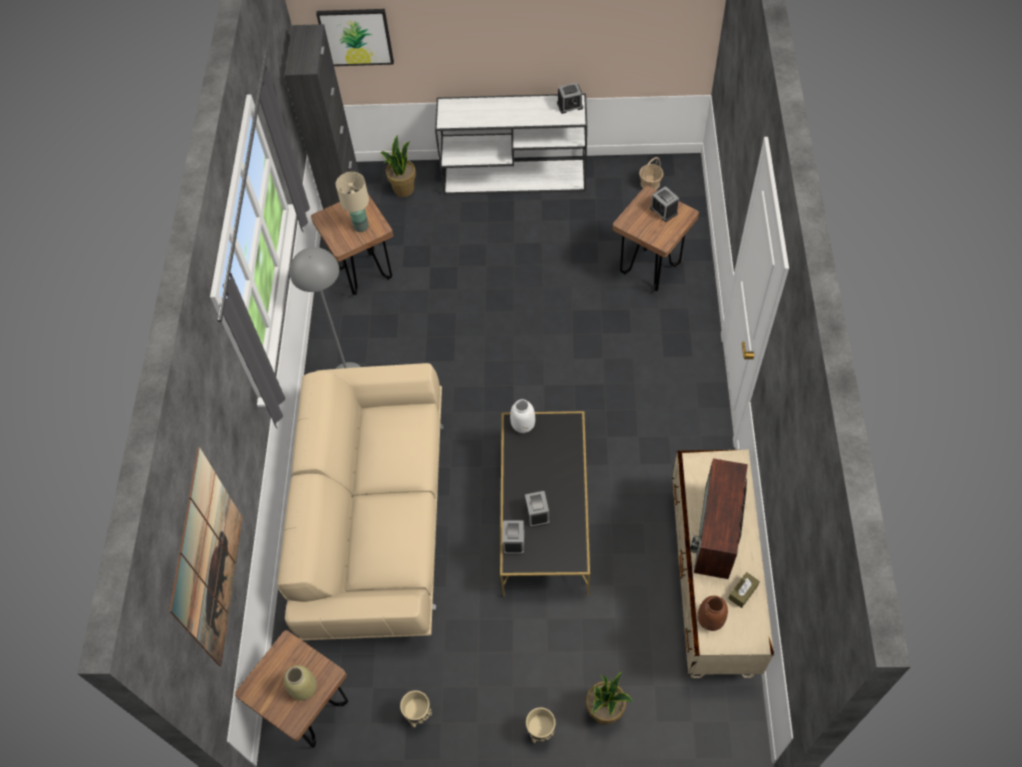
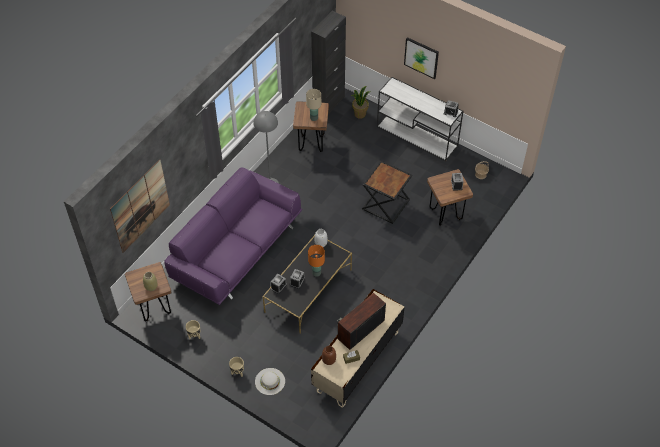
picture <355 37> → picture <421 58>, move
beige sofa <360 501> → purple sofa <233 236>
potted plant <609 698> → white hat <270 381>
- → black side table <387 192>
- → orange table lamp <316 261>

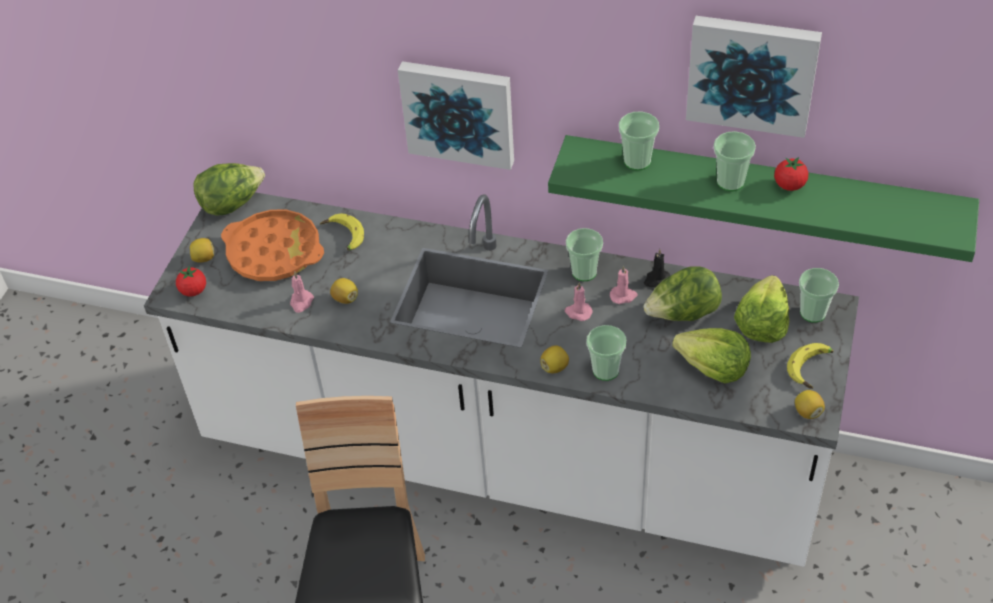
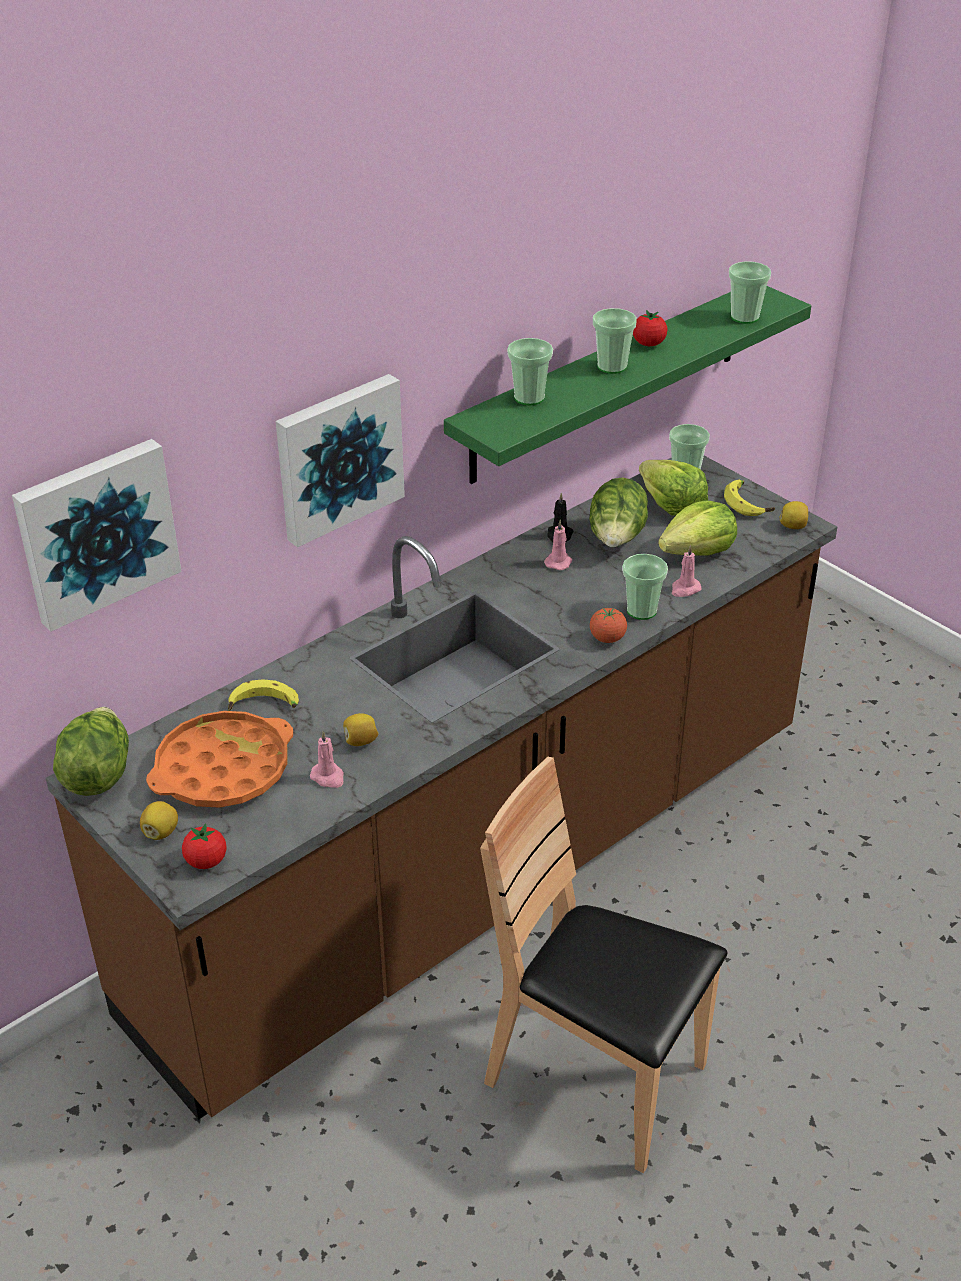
picture <754 77> → picture <97 535>, move
white counter <501 379> → brown counter <441 788>
cup <584 254> → cup <750 292>, move
pink candle <579 301> → pink candle <687 571>, move
lemon <554 359> → tomato <608 625>

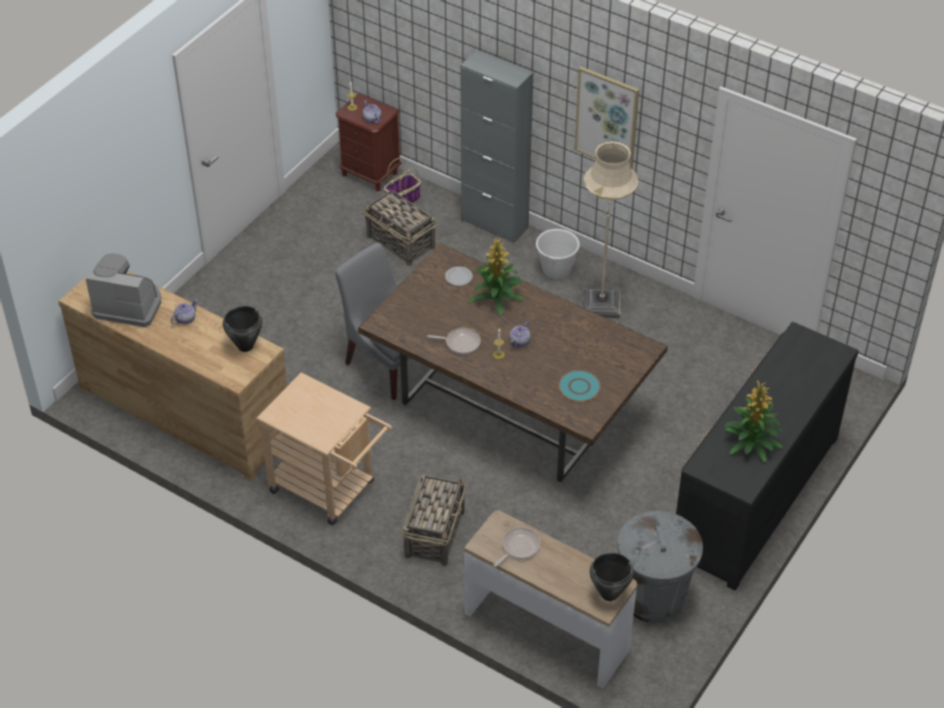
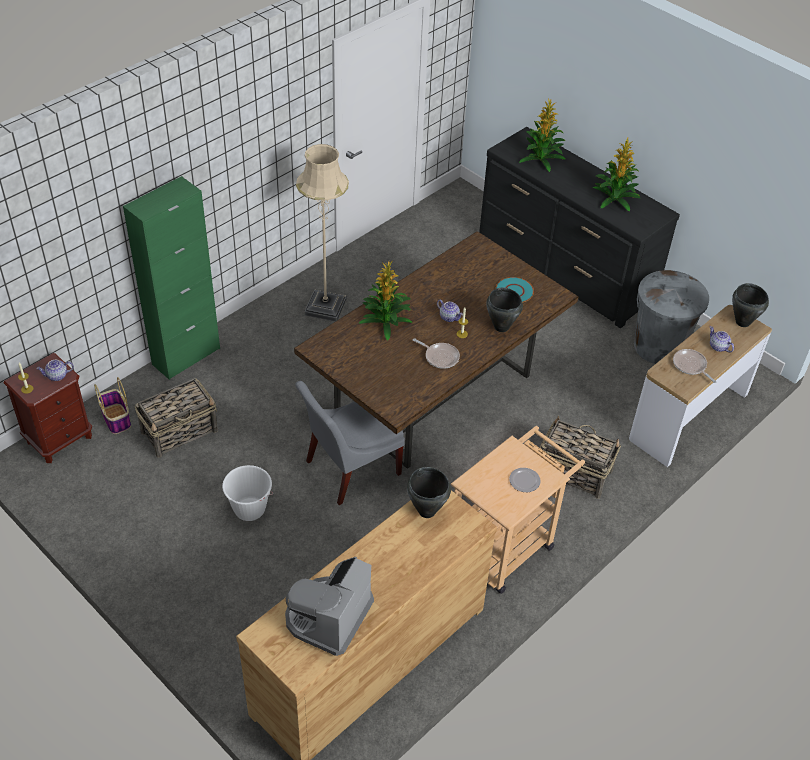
grey cabinet <496 147> → green cabinet <171 278>
picture <606 118> → -
white bucket <558 254> → white bucket <247 493>, move
plate <459 276> → plate <525 480>, move
teapot <184 311> → teapot <722 339>, move
frying pan <454 341> → frying pan <436 353>, 105 degrees clockwise
- → potted plant <542 135>
- → black cooking pot <504 310>

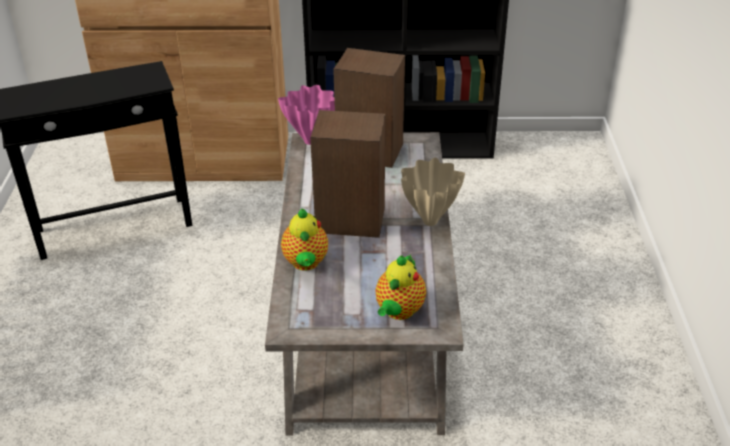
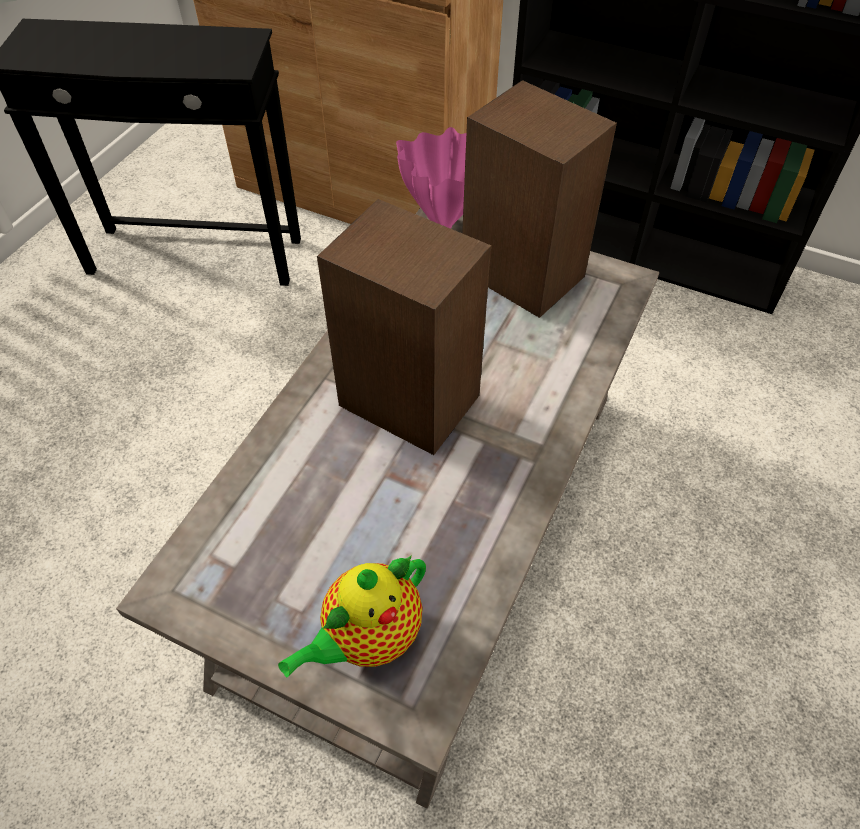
beige vase <433 192> → -
teapot <304 239> → -

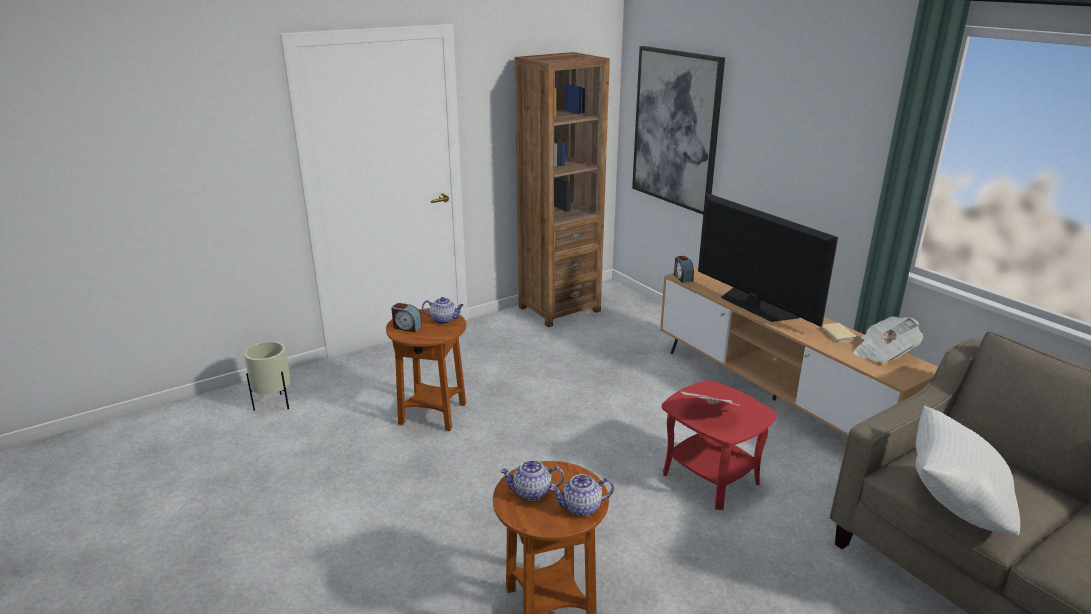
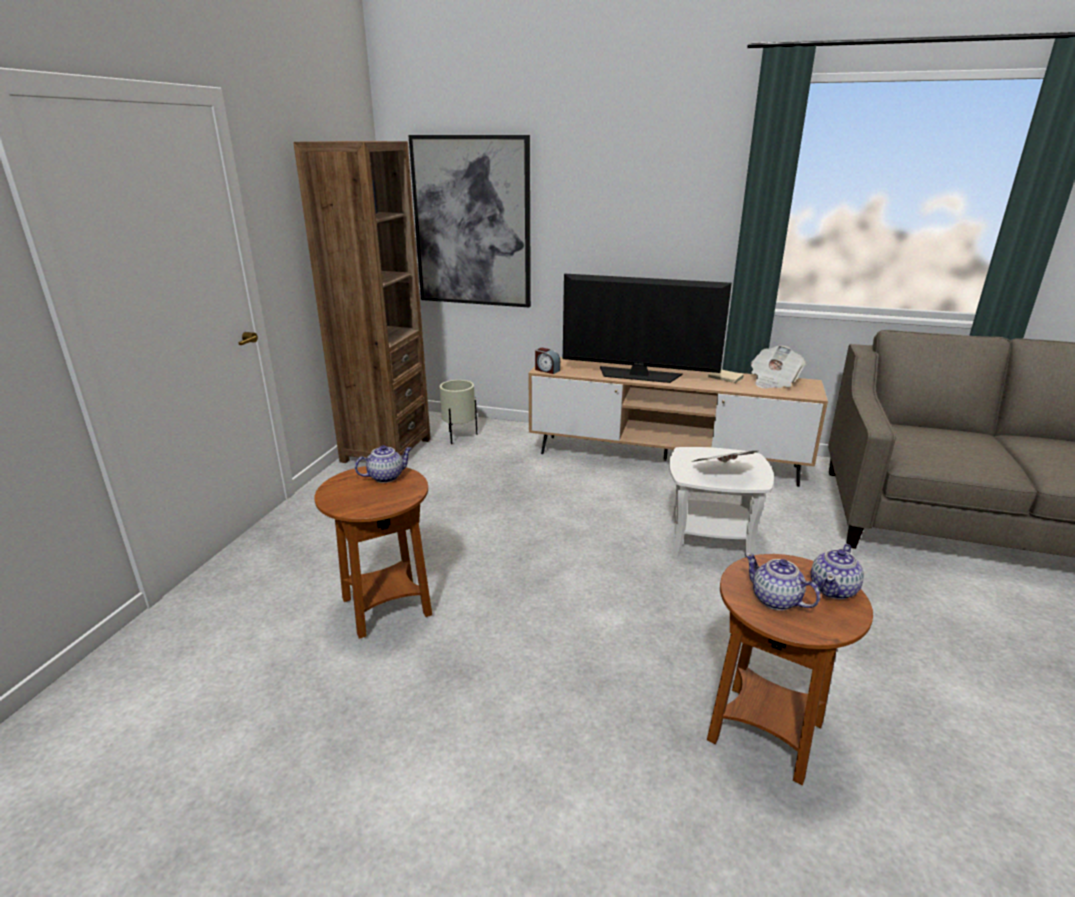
alarm clock <406 317> → -
beige planter <267 376> → beige planter <458 412>, move
red side table <719 445> → white side table <721 502>
white pillow <968 471> → -
teapot <531 480> → teapot <783 581>, 90 degrees clockwise

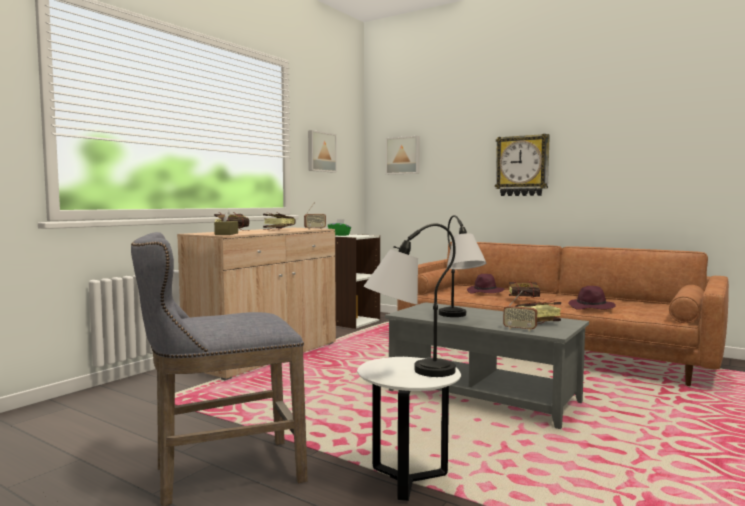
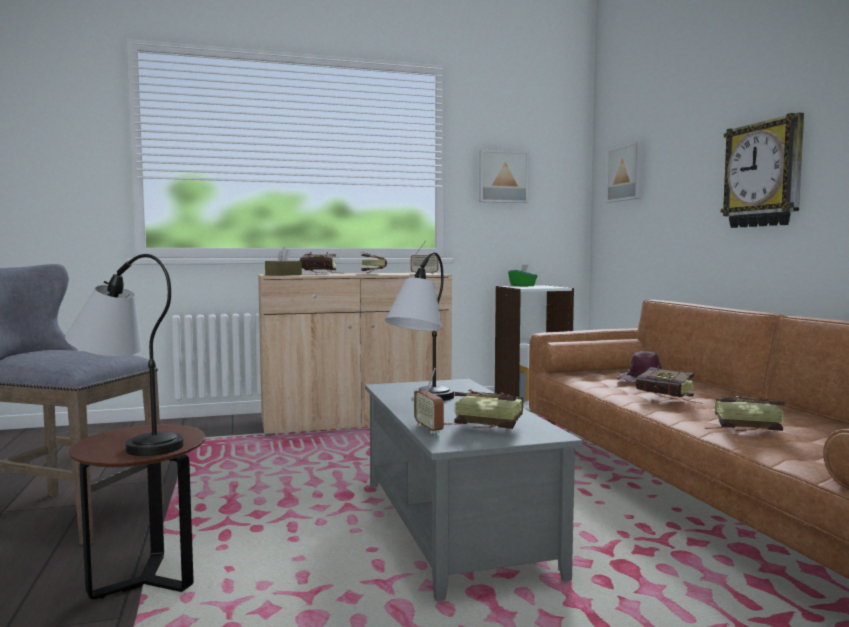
purple hat <592 298> → book <744 413>
white side table <409 429> → brown side table <137 511>

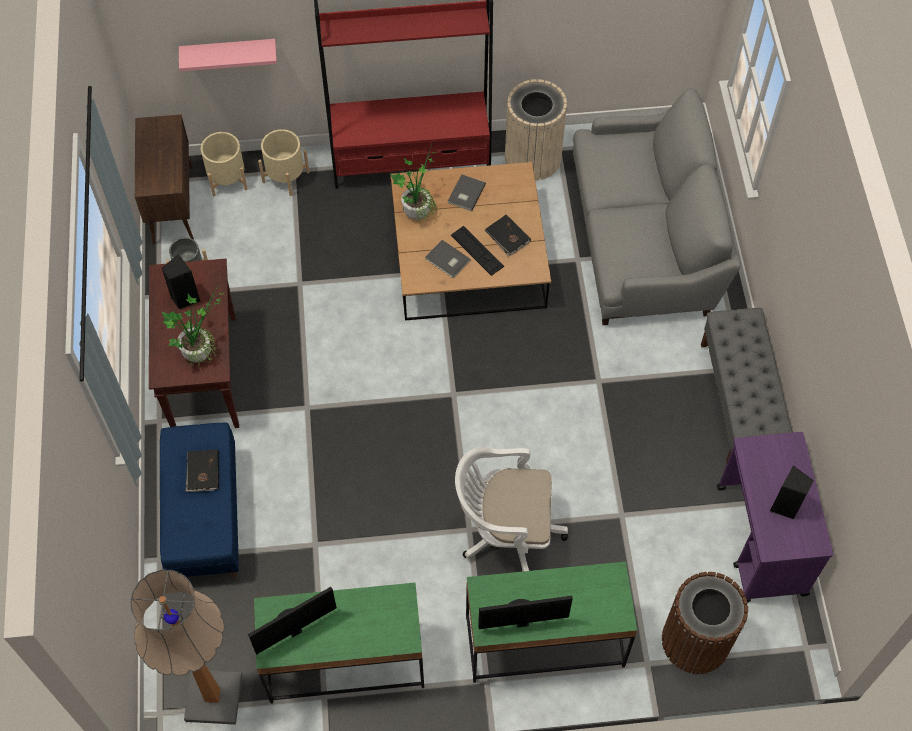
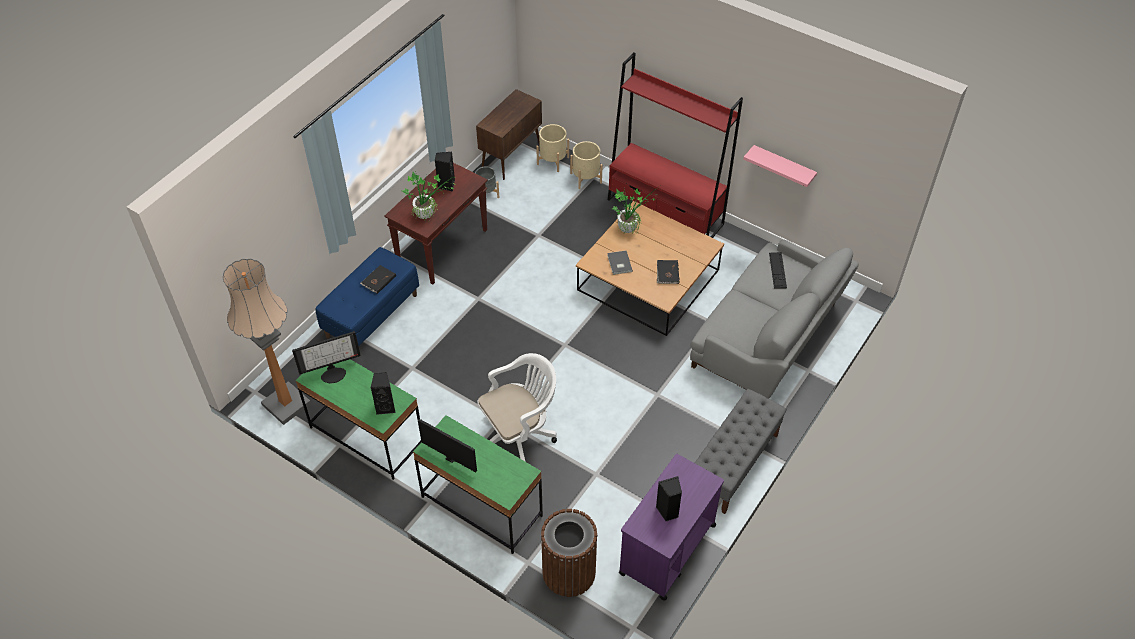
pink shelf <228 55> → pink shelf <780 166>, move
beige trash can <536 130> → -
grey book <467 192> → -
keyboard <477 251> → keyboard <778 270>, move
white office chair <511 509> → white office chair <517 407>, 105 degrees clockwise
monitor <292 620> → monitor <326 357>, 150 degrees clockwise
- → black speaker <383 393>

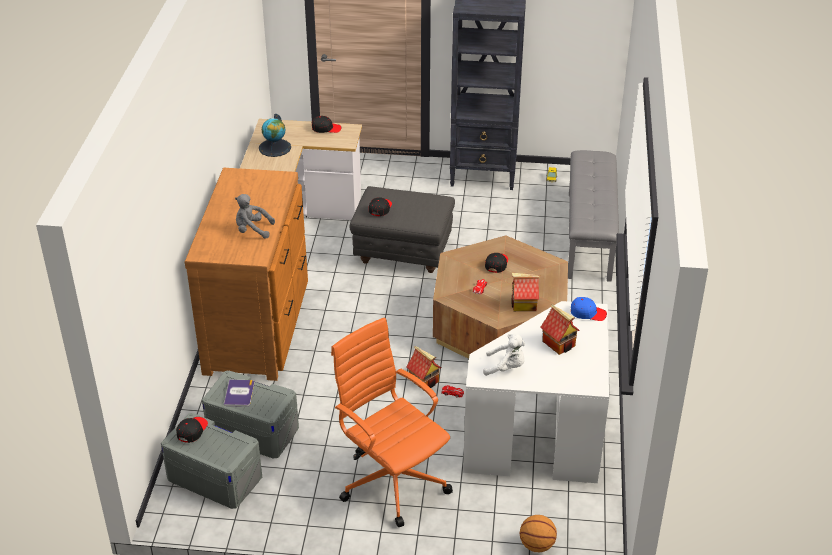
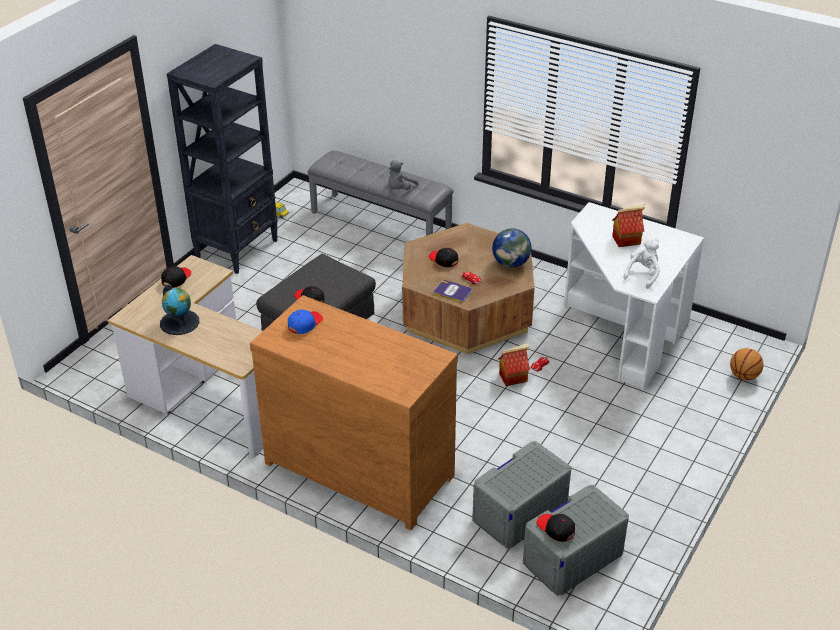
grey plush toy <255 216> → grey plush toy <403 175>, move
toy house <525 292> → globe <512 248>
blue cap <589 309> → blue cap <305 322>, move
orange office chair <392 422> → -
book <239 393> → book <452 291>, move

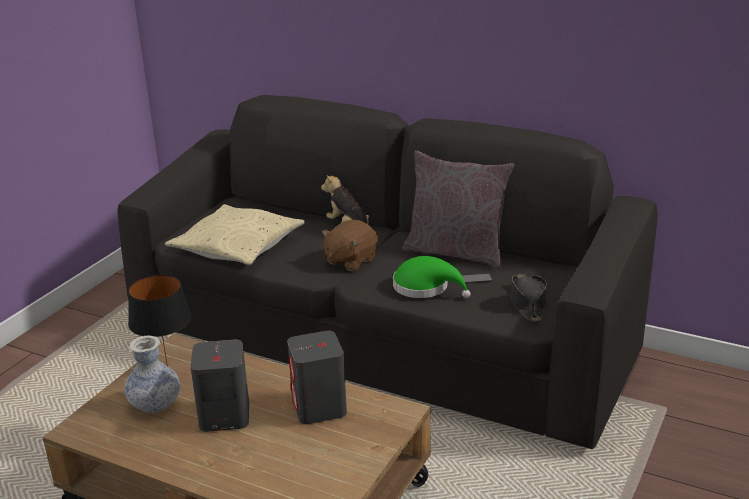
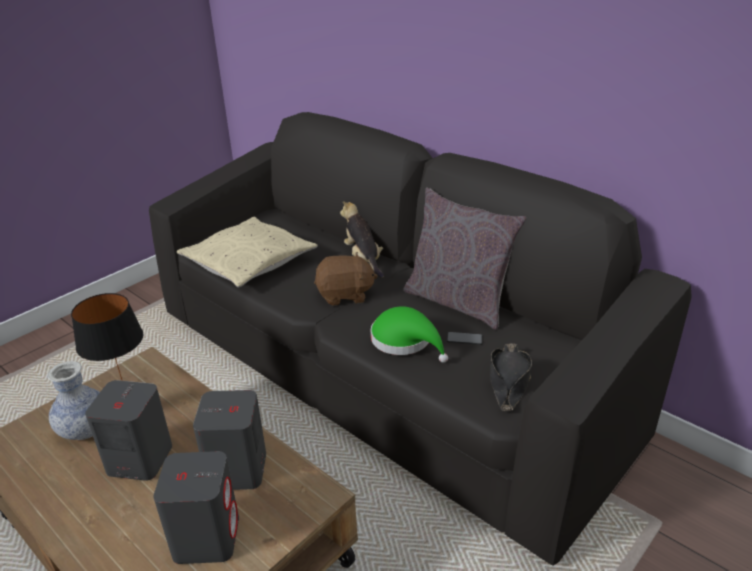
brown plush toy <350 245> → brown plush toy <346 279>, 150 degrees counterclockwise
- → grey speaker <196 507>

